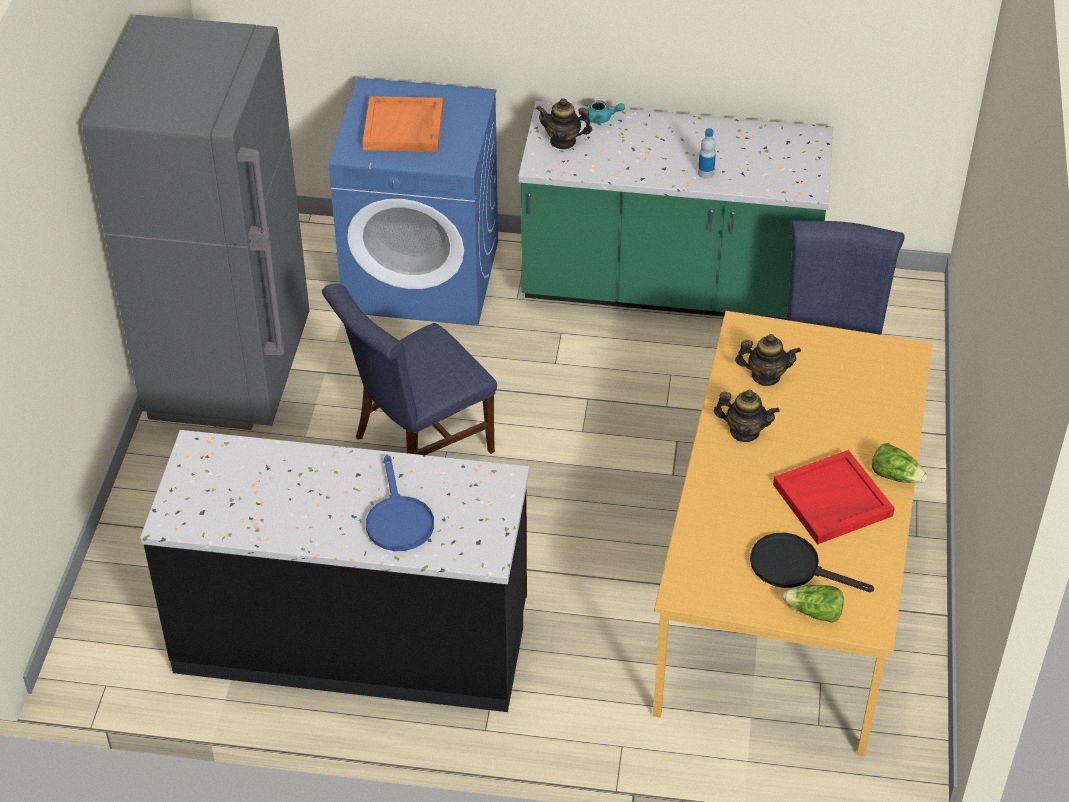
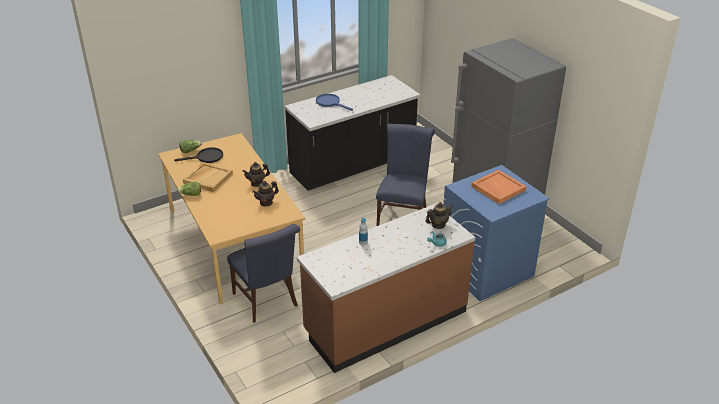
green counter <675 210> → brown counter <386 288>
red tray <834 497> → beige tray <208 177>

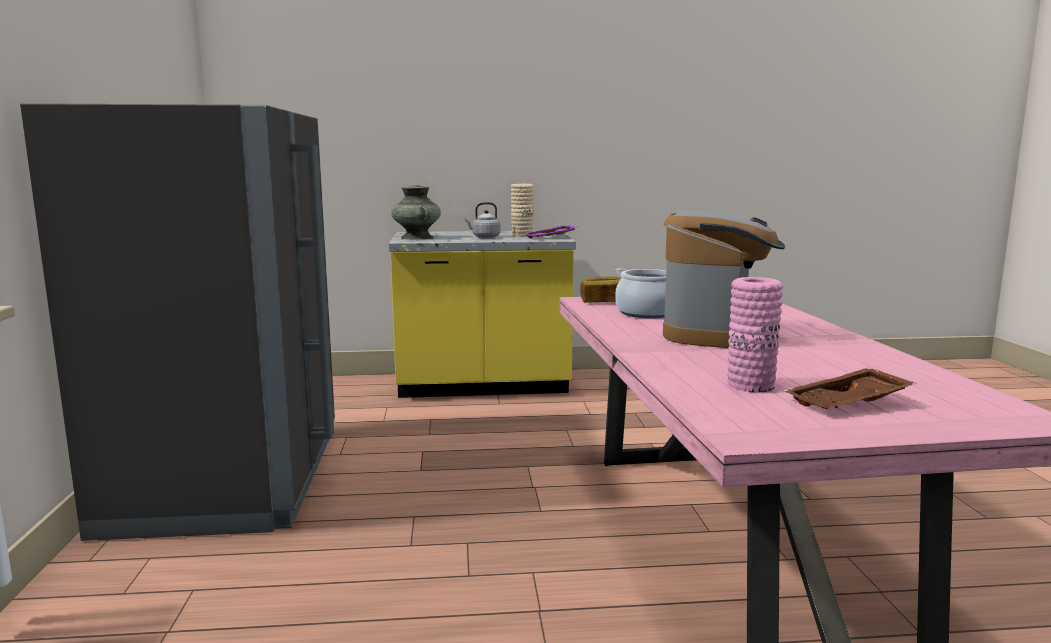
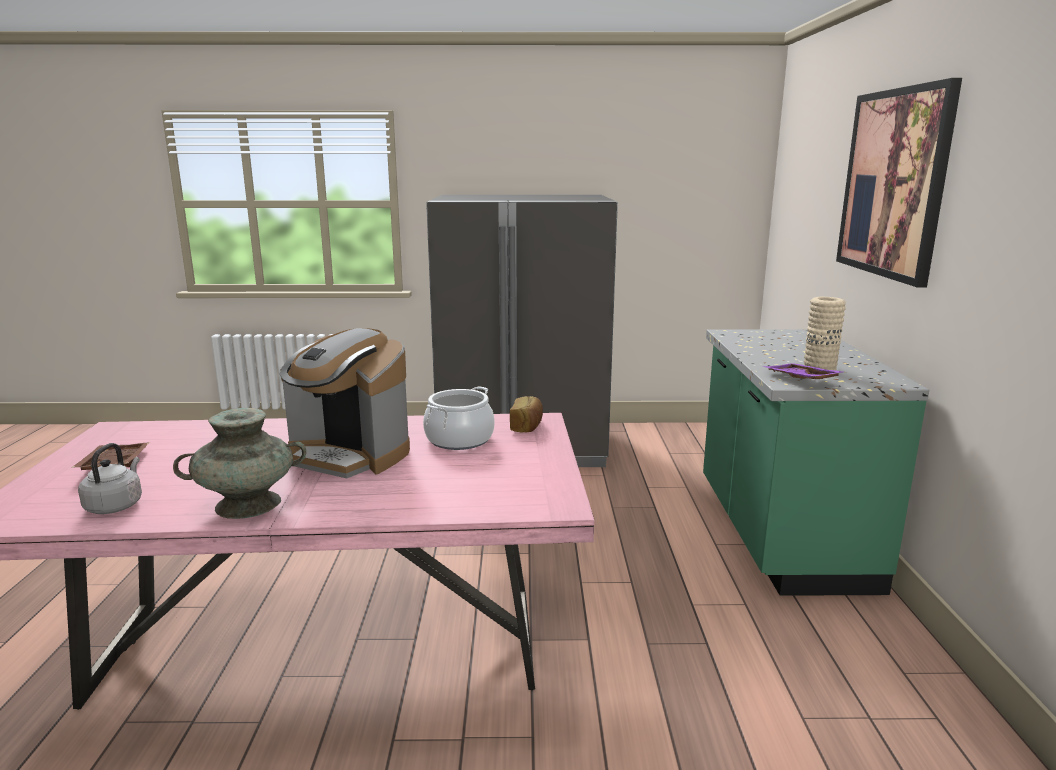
turquoise vase <416 212> → turquoise vase <239 463>, move
grey kettle <482 220> → grey kettle <110 478>, move
yellow counter <482 314> → green counter <816 462>
pink vase <755 334> → -
- → picture <899 183>

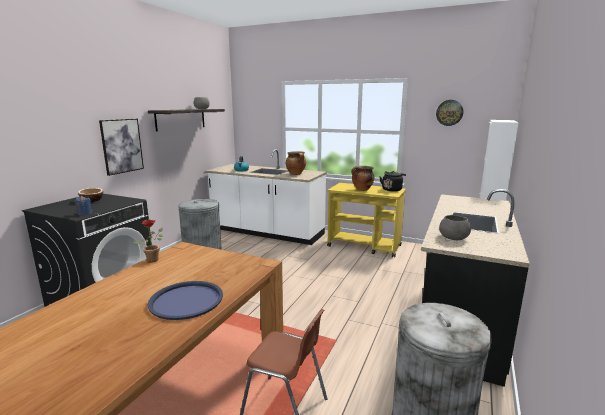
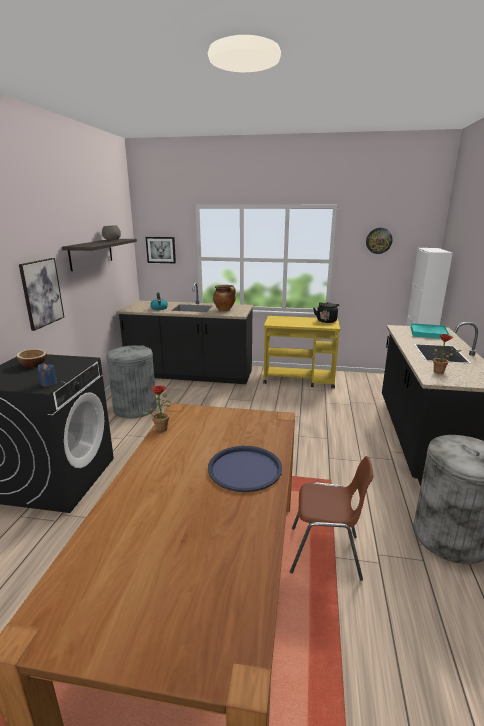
white counter <266 197> → black counter <184 333>
cooking pot <362 178> → -
grey bowl <455 227> → potted plant <447 354>
- → picture <161 250>
- → turquoise tray <430 331>

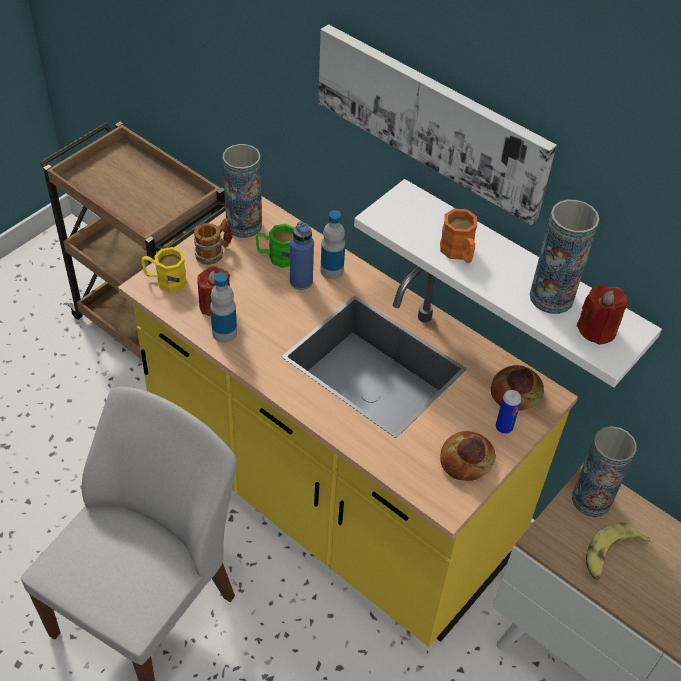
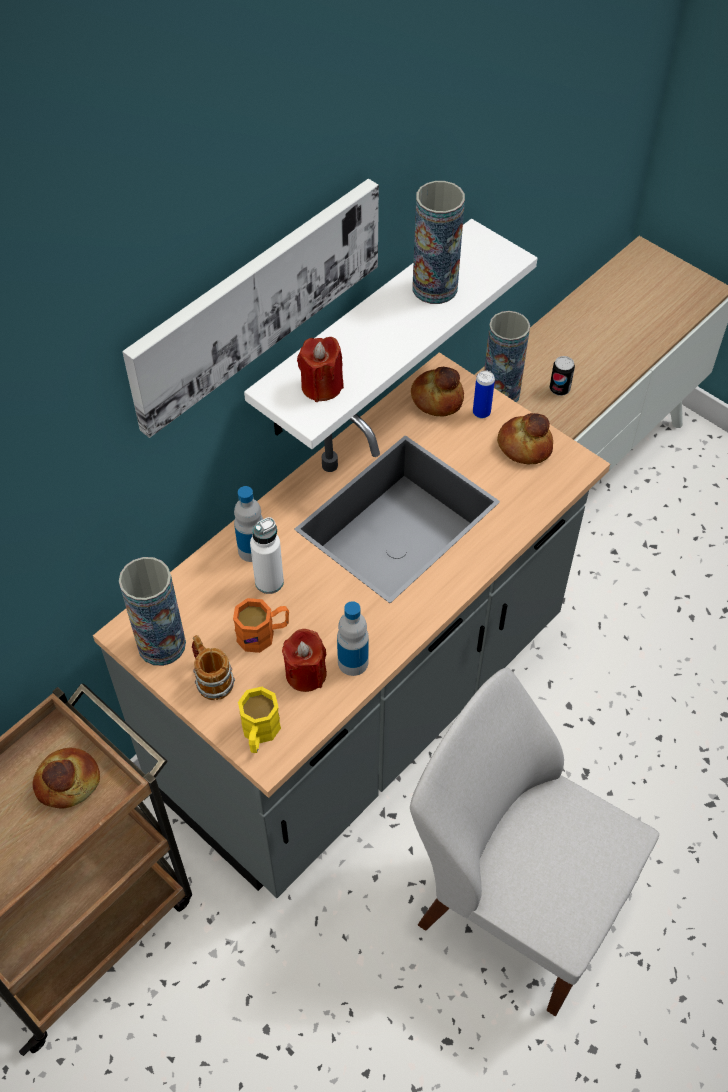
yellow counter <348 421> → grey counter <351 625>
orange mug <458 236> → orange mug <261 625>, move
blue bottle <302 255> → white bottle <267 555>
green mug <275 246> → -
red candle <603 315> → red candle <320 369>, move
banana <618 551> → can <562 376>
- → bread <66 778>

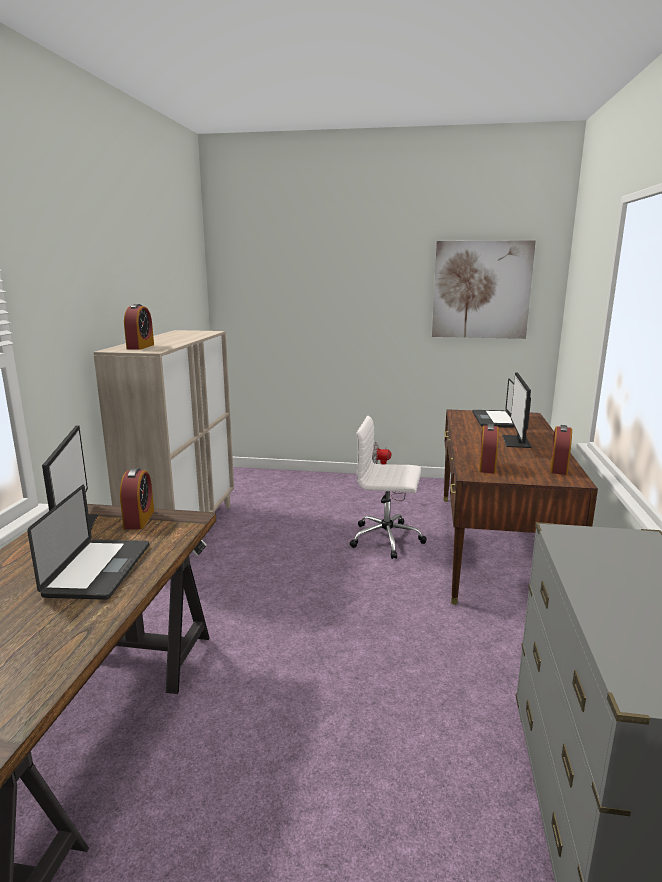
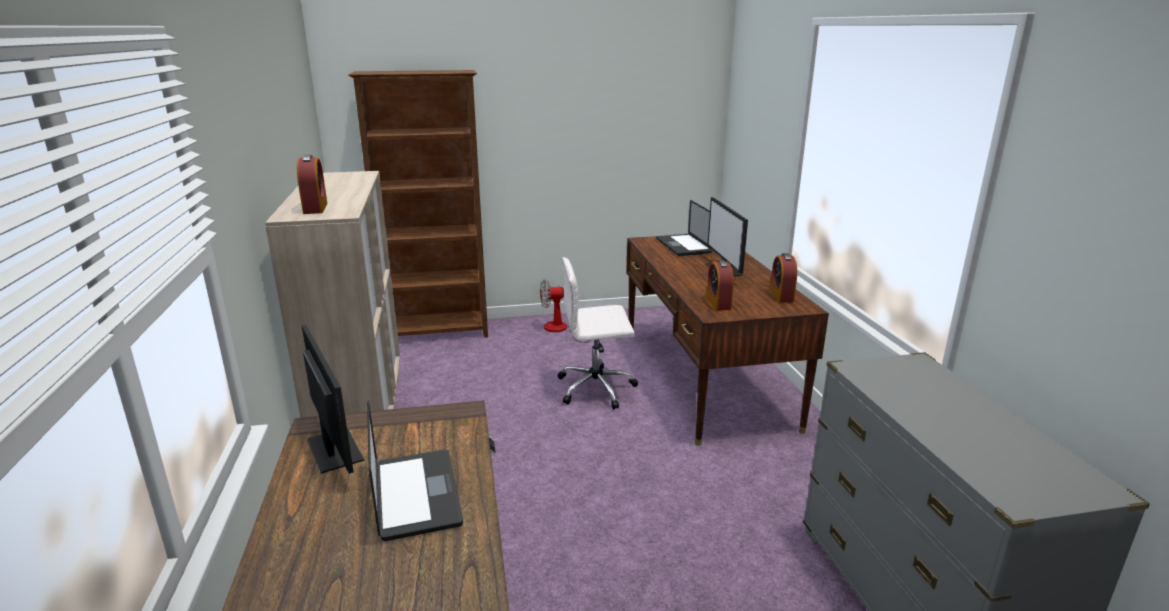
picture <484 289> → -
alarm clock <137 498> → -
- → brown bookcase <418 204>

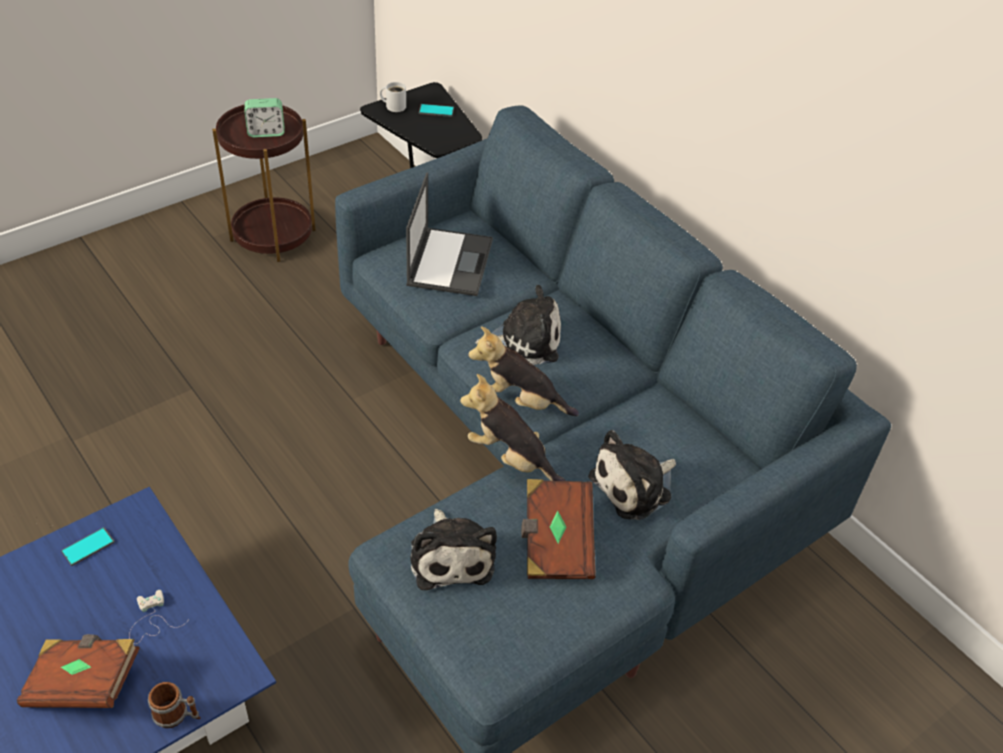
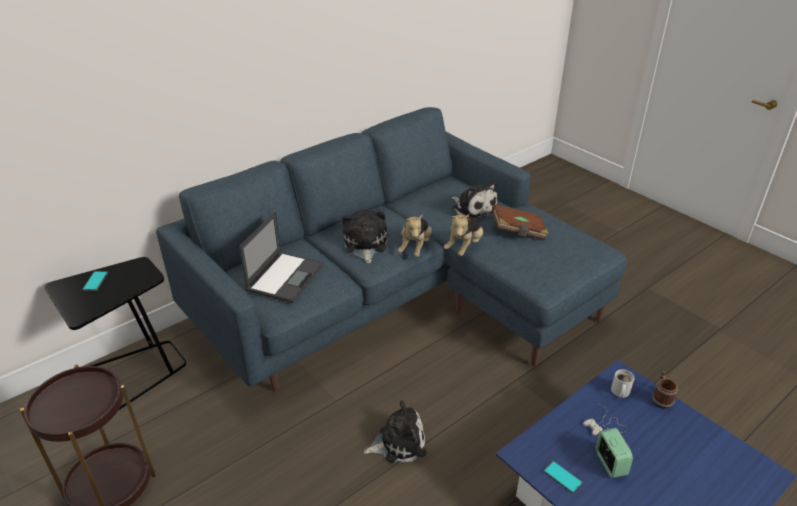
white mug <393 97> → white mug <622 383>, move
alarm clock <264 118> → alarm clock <614 453>, move
laptop <449 234> → laptop <281 257>, 105 degrees clockwise
plush toy <453 549> → plush toy <395 431>, move
brown book <78 671> → -

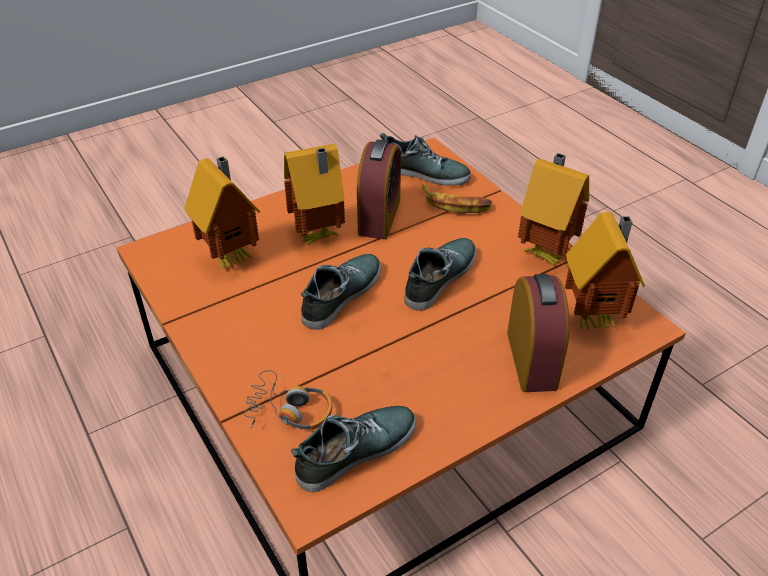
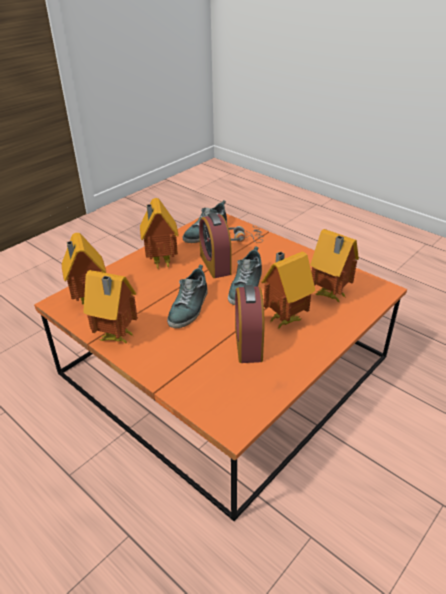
shoe <425 159> → -
banana <457 198> → -
alarm clock <538 333> → alarm clock <215 245>, move
- → toy house <159 233>

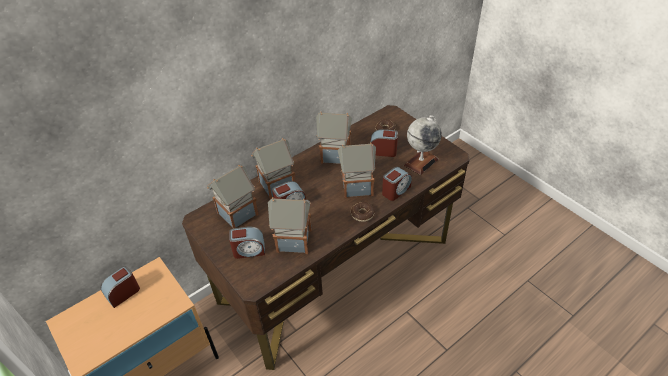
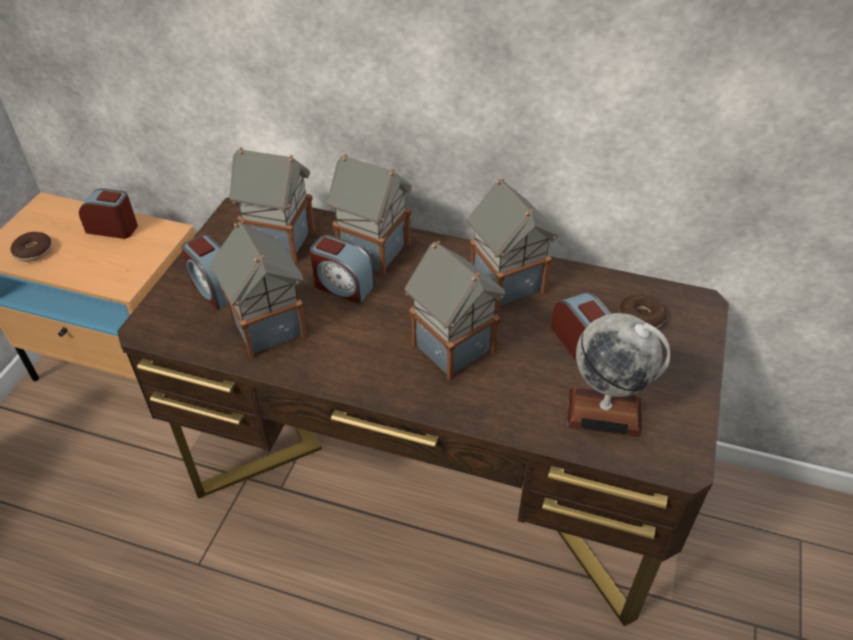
alarm clock <397 184> → -
donut <363 212> → donut <31 247>, move

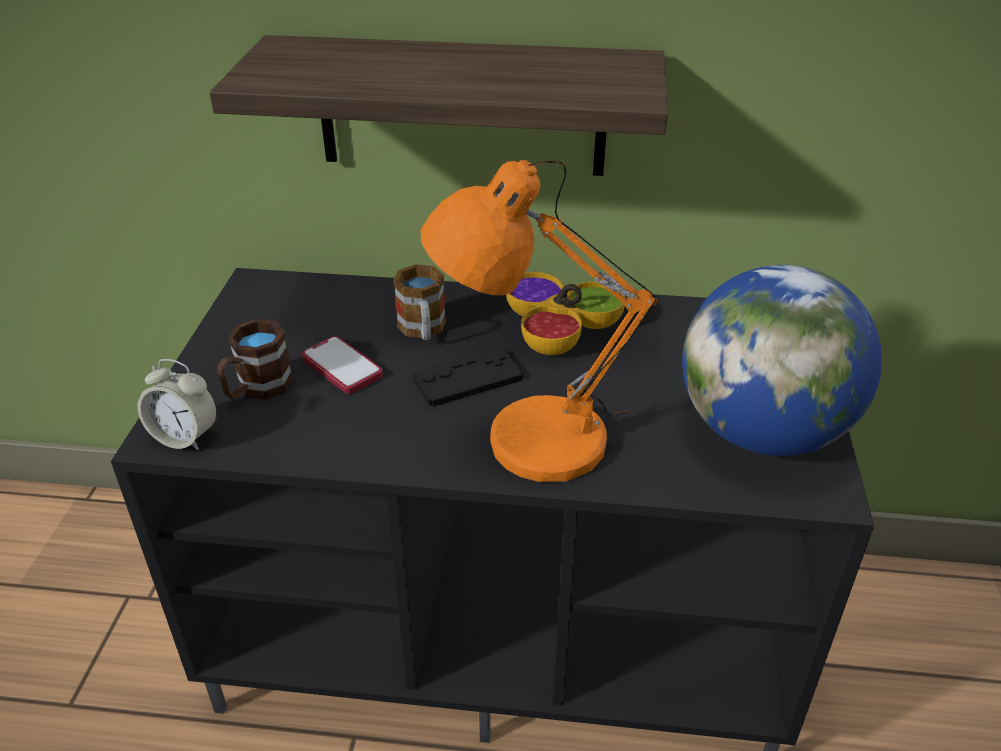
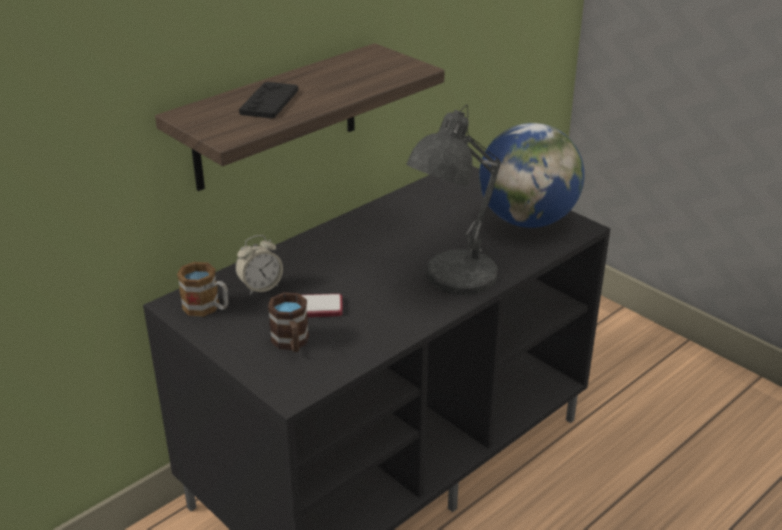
orange table lamp <539 321> → grey table lamp <453 200>
mug <419 302> → mug <202 289>, move
bowl <565 313> → -
black game controller <467 377> → black game controller <268 100>, move
alarm clock <177 404> → alarm clock <259 265>, move

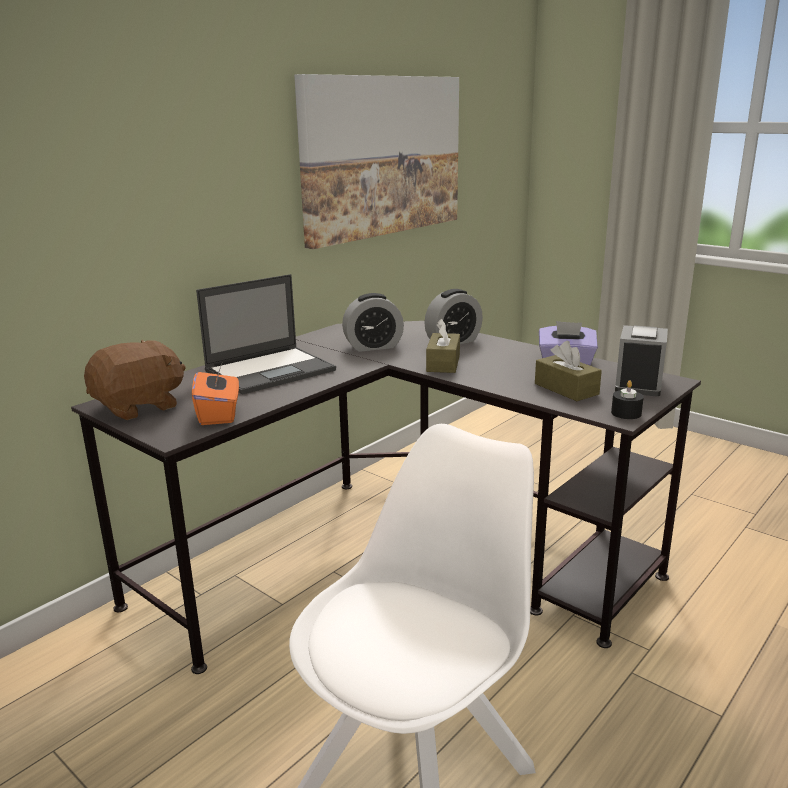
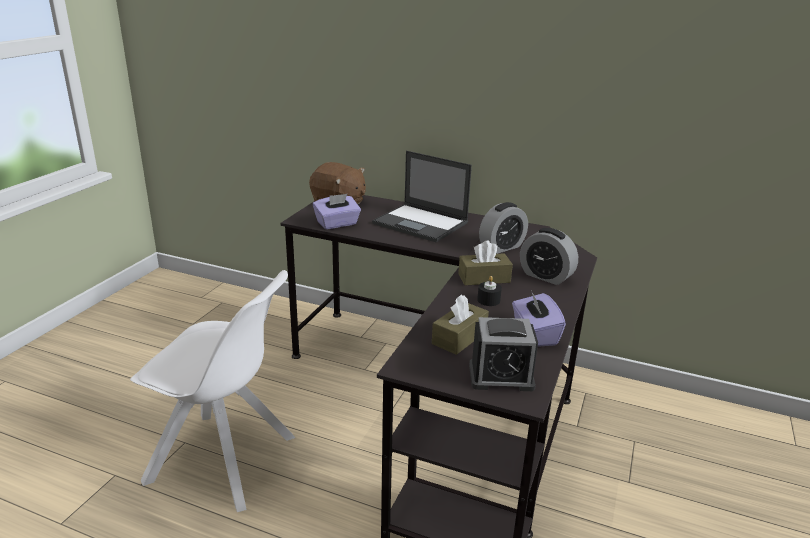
picture <376 161> → -
alarm clock <373 322> → alarm clock <503 228>, 90 degrees counterclockwise
orange tissue box <215 393> → purple tissue box <337 211>
black candle <627 399> → black candle <489 291>, move

